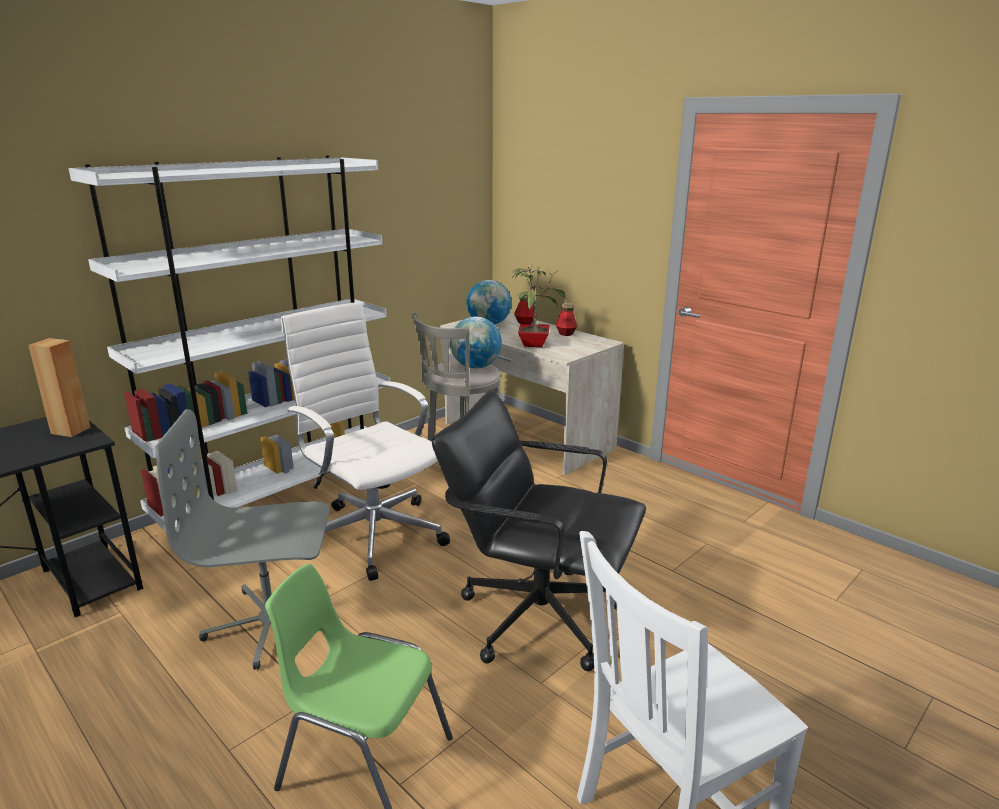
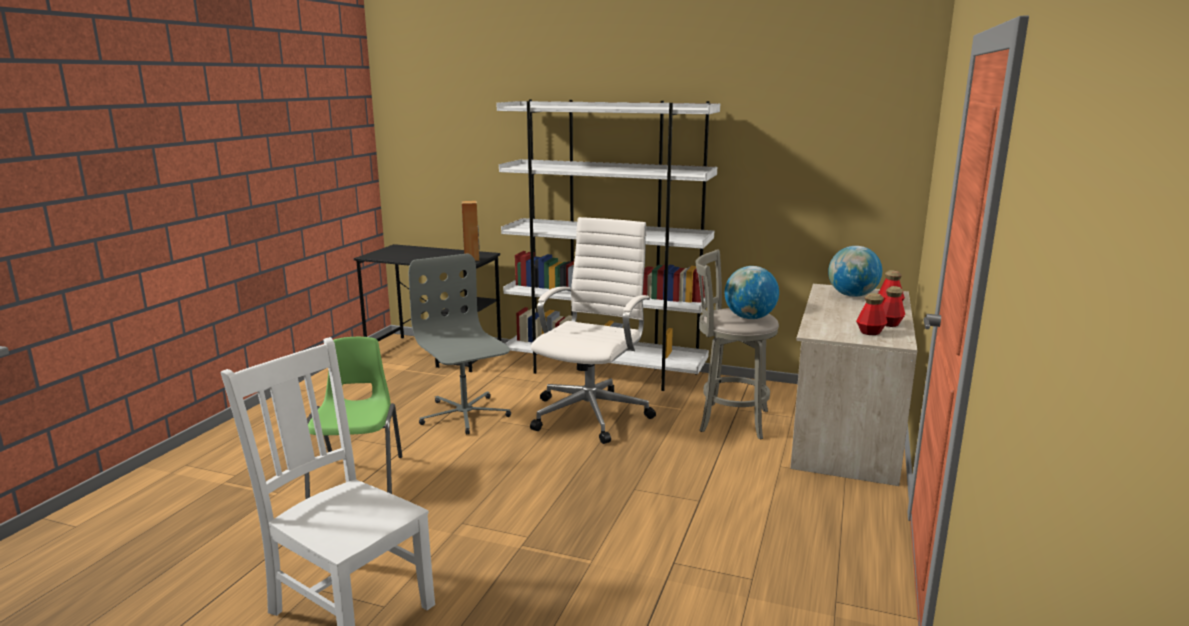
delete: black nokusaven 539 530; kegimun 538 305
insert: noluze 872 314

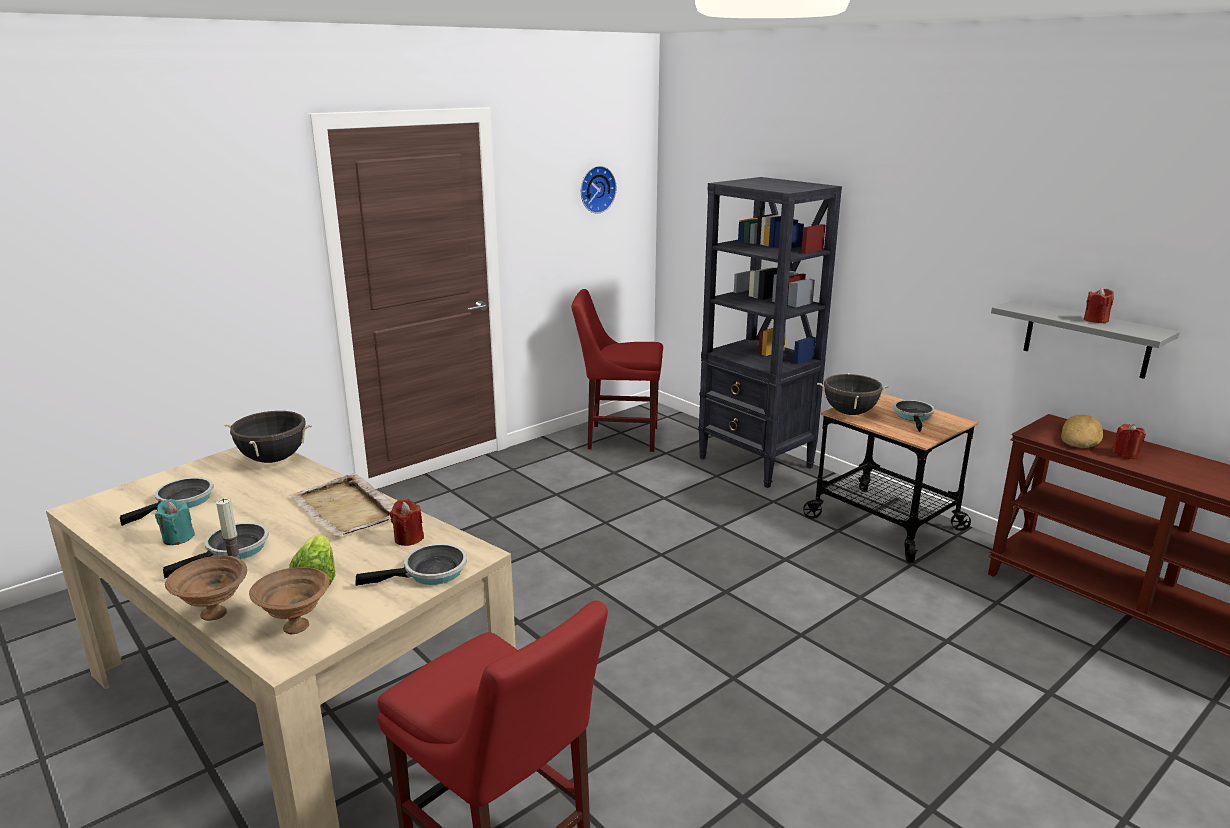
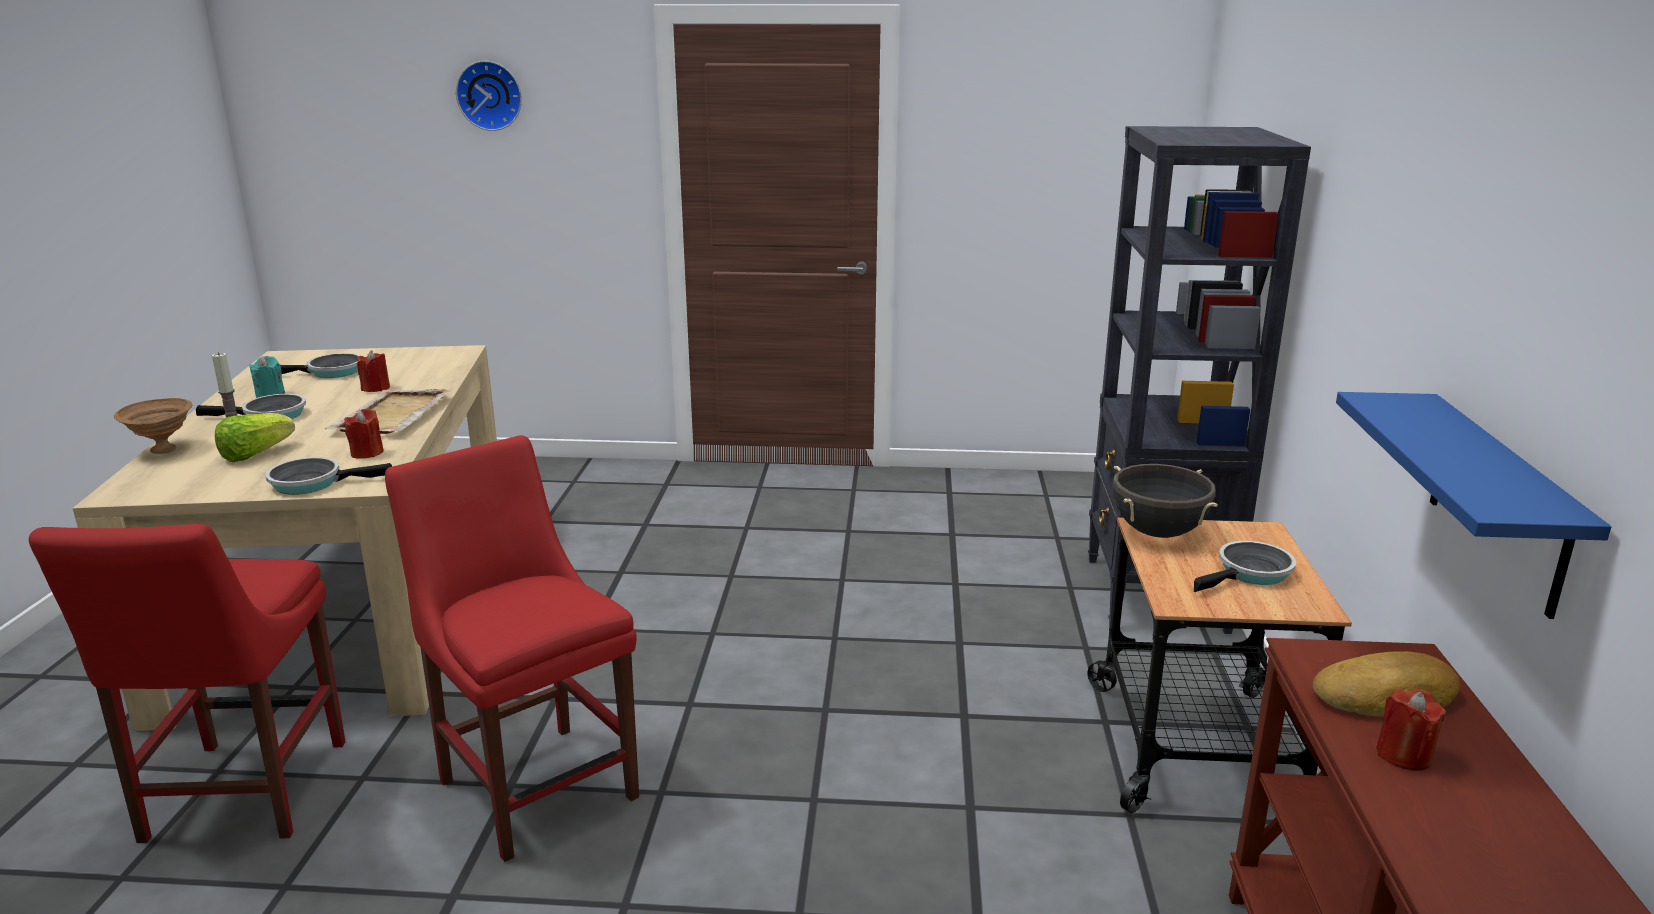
delete: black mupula 268 436; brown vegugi 289 600
move: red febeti 617 370 to 512 648; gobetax 598 189 to 489 96; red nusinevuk 1099 305 to 373 371
recolor: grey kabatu 1085 339 to blue kabatu 1473 505
rotate: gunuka 411 564 = 328 476 150 degrees clockwise

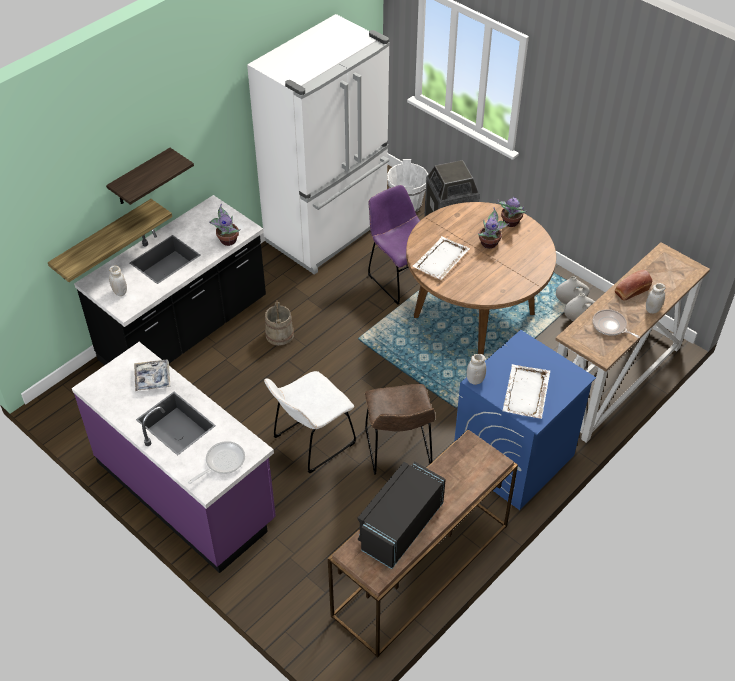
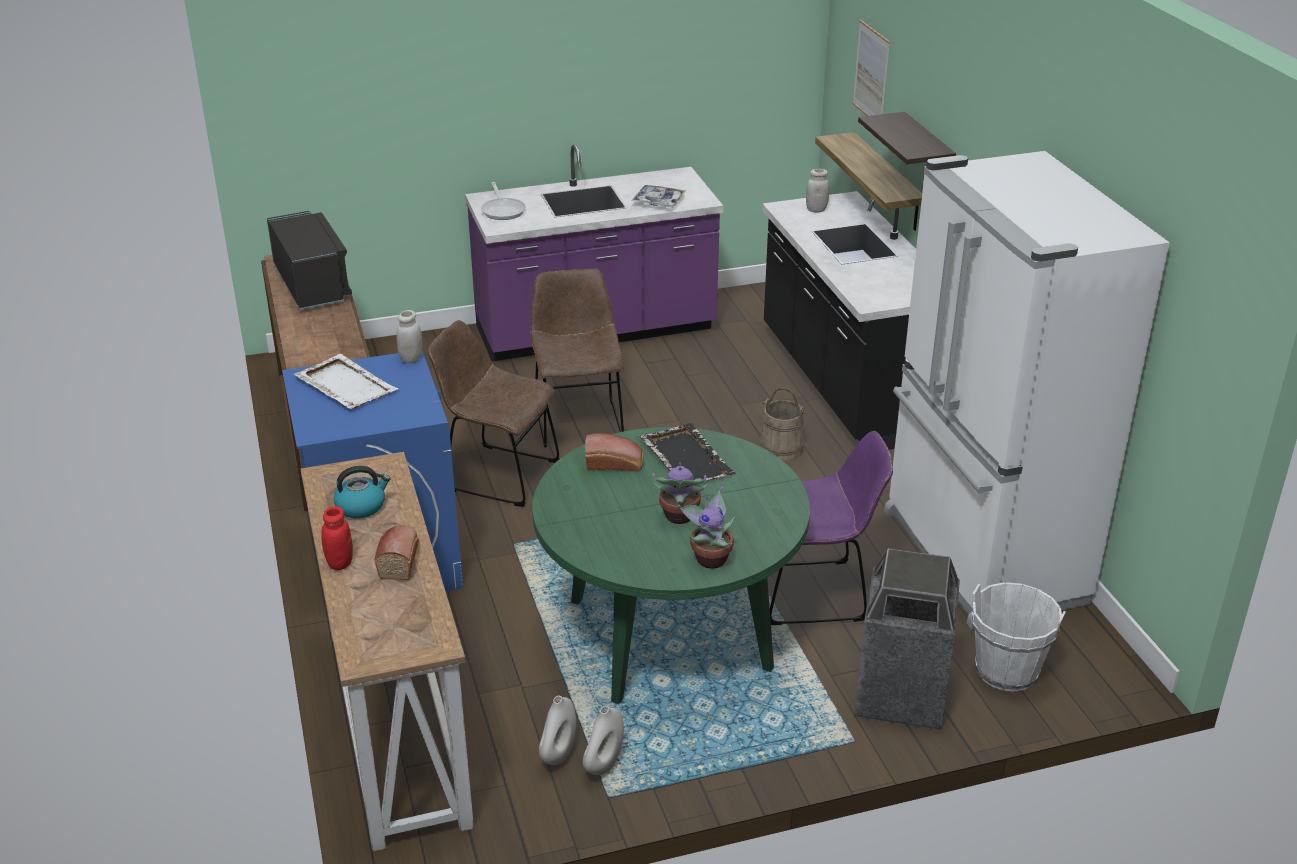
delete: kegimun 225 225
insert: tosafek 614 452; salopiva 871 68
replace: gunuka 616 323 to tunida 362 492
recolor: white febeti 310 422 to brown febeti 577 357; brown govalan 481 278 to green govalan 671 565; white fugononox 441 258 to black fugononox 687 452; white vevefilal 655 298 to red vevefilal 337 538

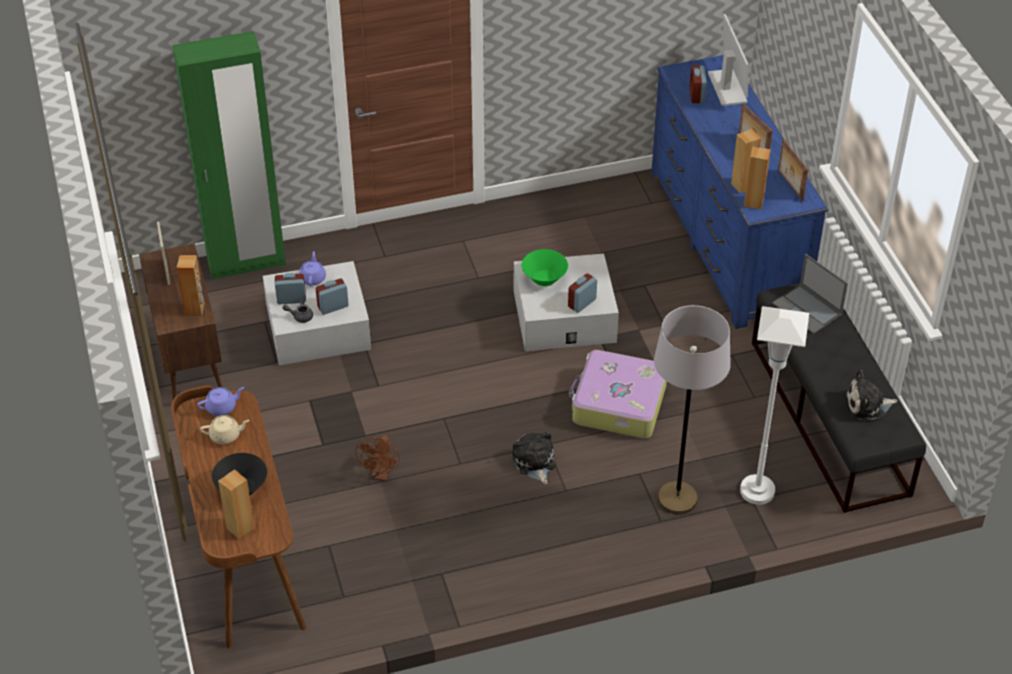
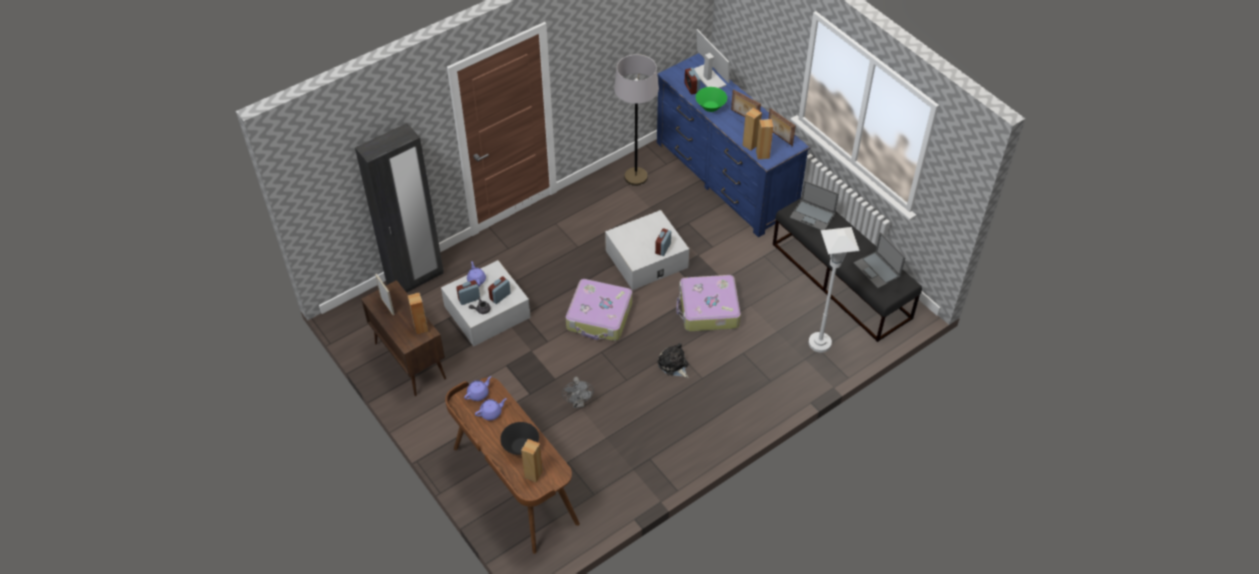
insert: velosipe 599 310
move: green vegugi 545 267 to 711 99; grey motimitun 692 410 to 636 120
replace: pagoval 871 395 to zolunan 880 260
recolor: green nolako 229 155 to black nolako 399 208; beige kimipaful 225 429 to purple kimipaful 491 409; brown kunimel 377 458 to grey kunimel 578 392

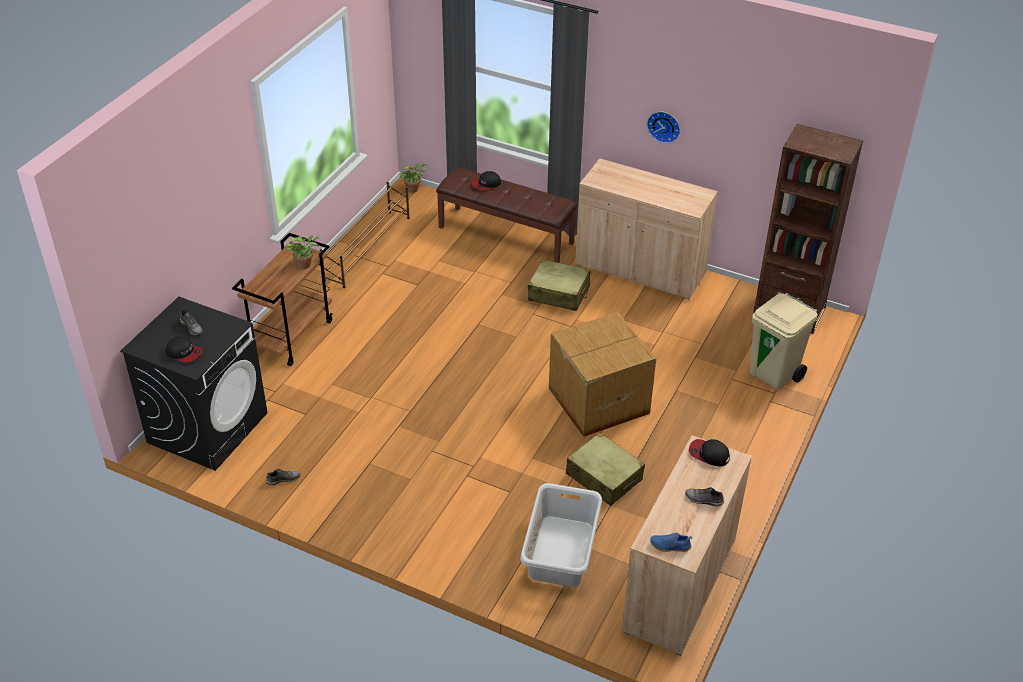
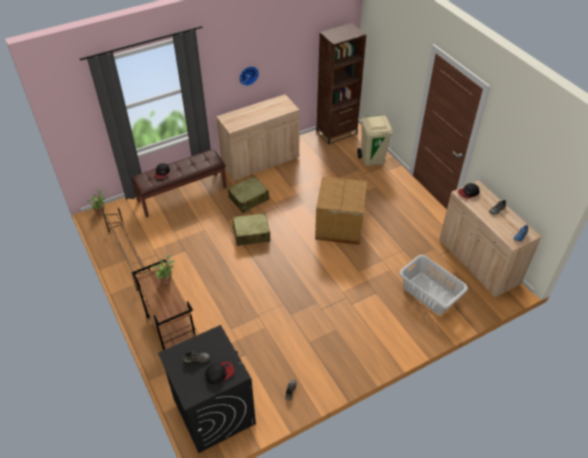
move: beige velosipe 605 469 to 250 229

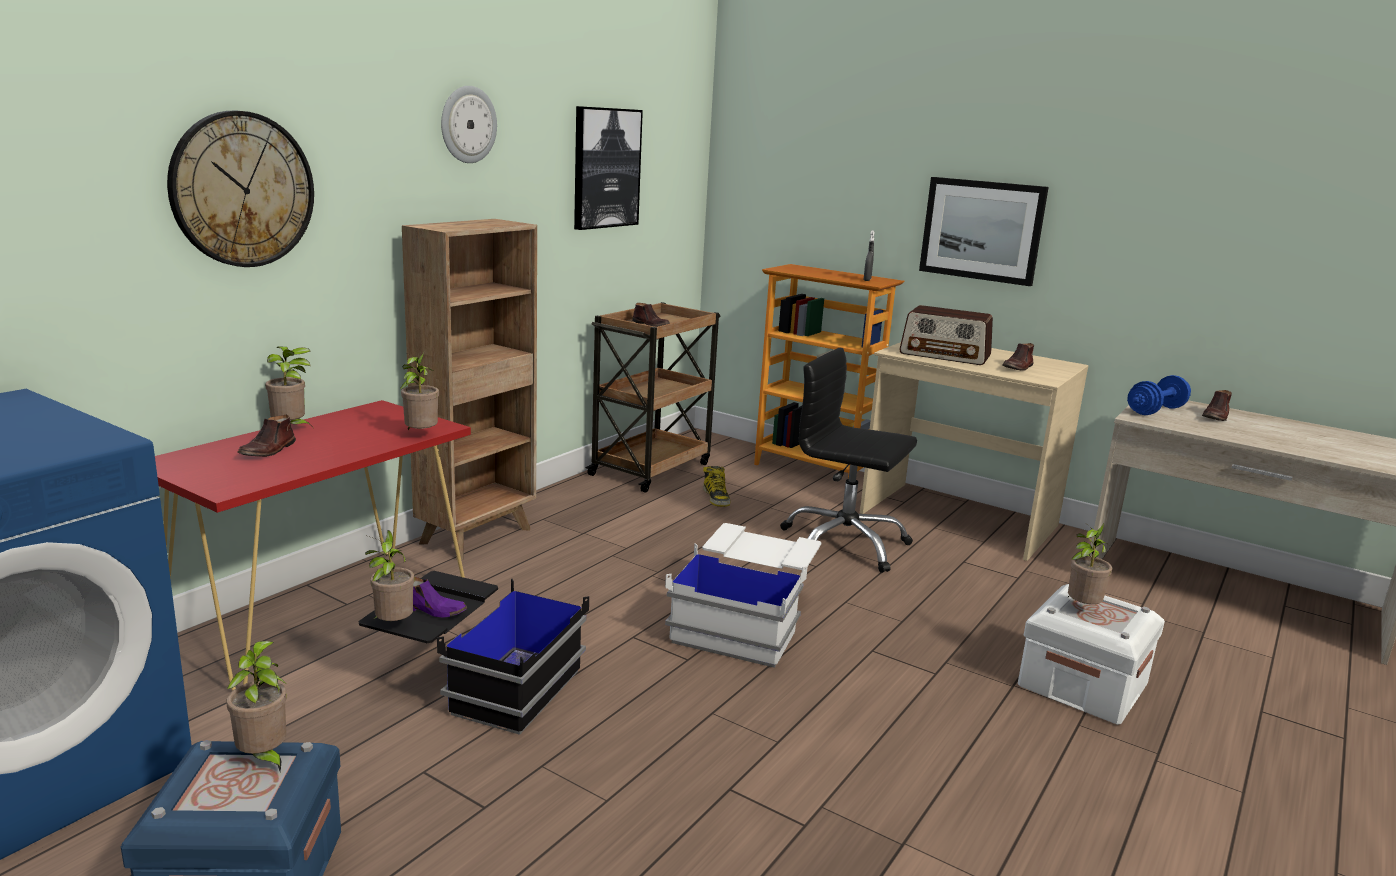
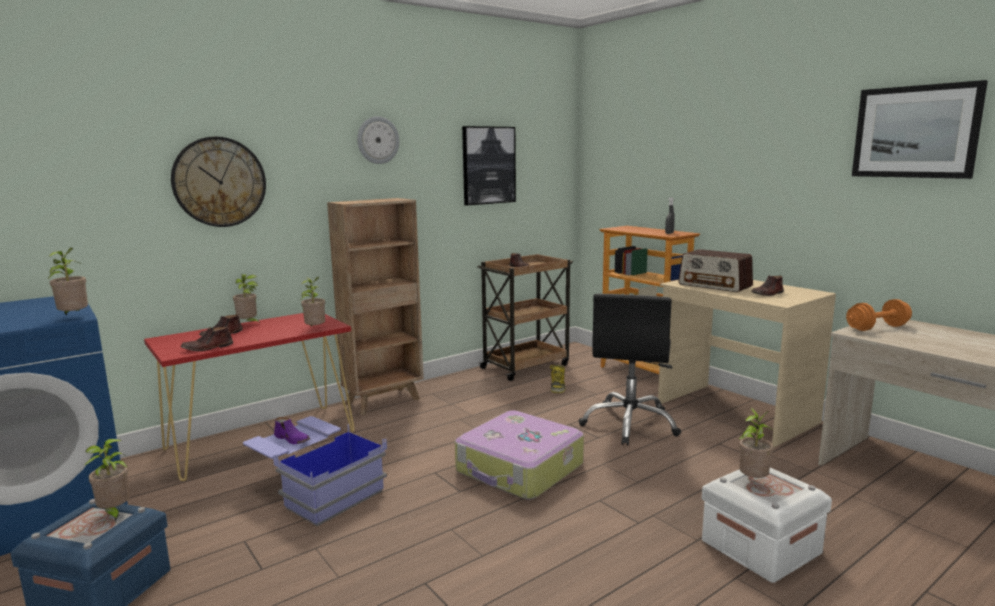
move: kegimun 389 575 to 68 281; salopiva 984 231 to 920 129; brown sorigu 1217 405 to 207 339
replace: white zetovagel 743 595 to velosipe 519 455
recolor: black zetovagel 474 653 to blue zetovagel 315 471; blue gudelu 1159 395 to orange gudelu 879 315
rotate: black nokusaven 849 460 = 630 369 120 degrees counterclockwise

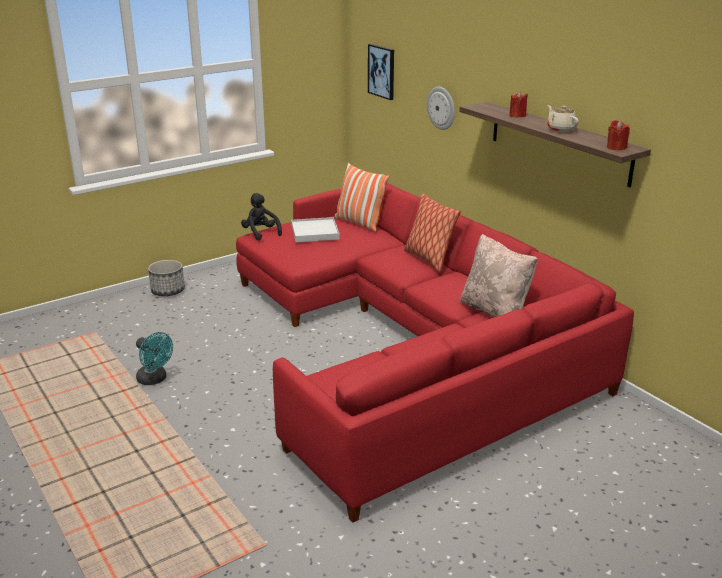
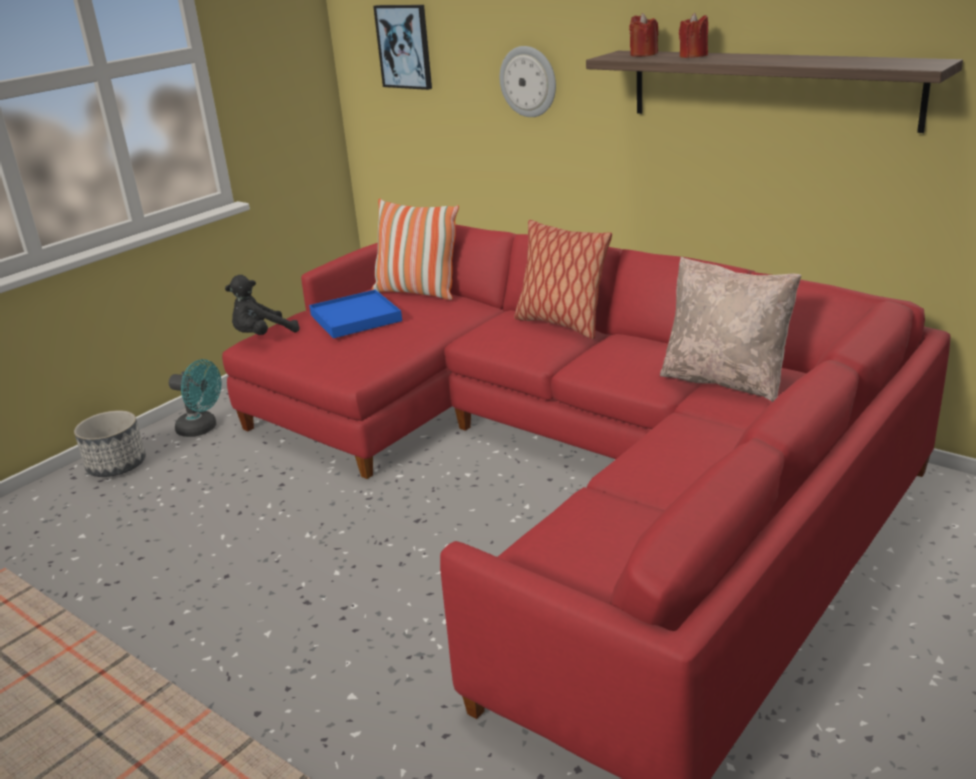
delete: beige kimipaful 563 118
move: turquoise kunimel 154 358 to 195 398; red nusinevuk 618 135 to 643 35
recolor: white fugononox 315 229 to blue fugononox 355 314
rotate: black pagoval 261 216 = 262 305 75 degrees counterclockwise

